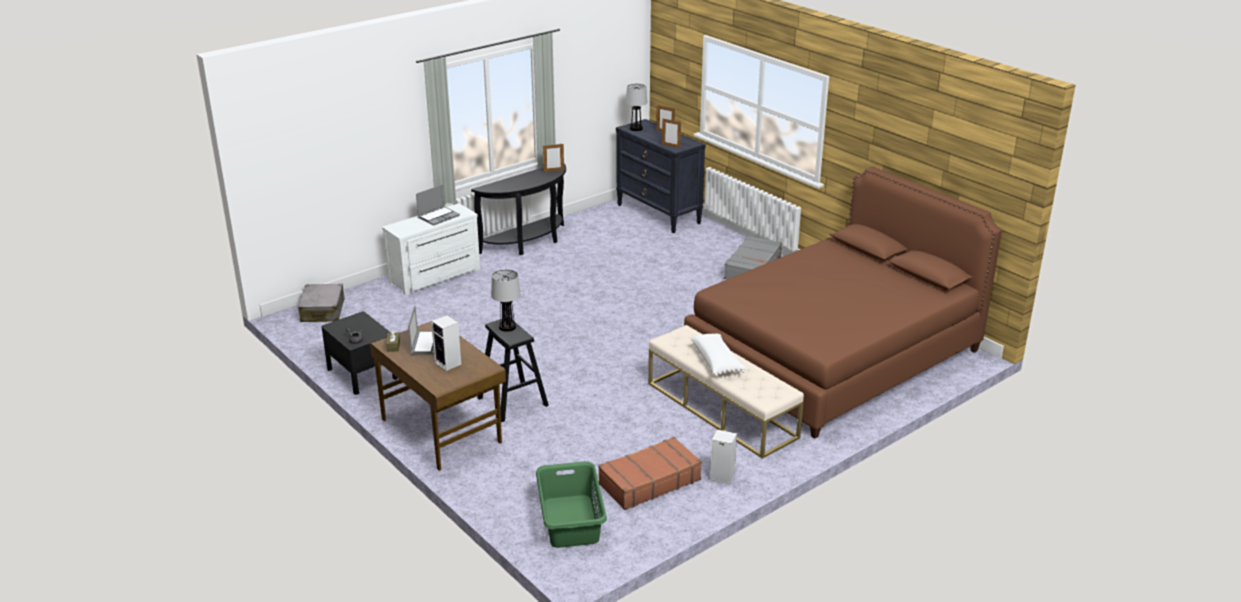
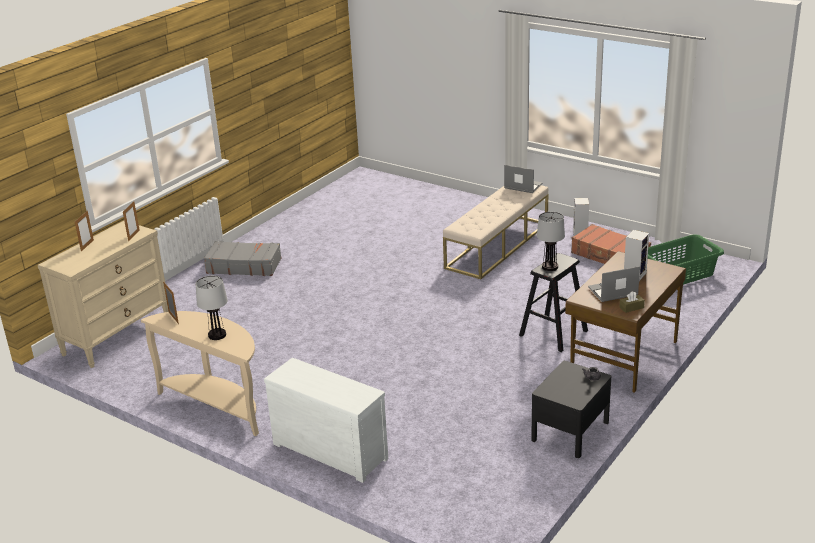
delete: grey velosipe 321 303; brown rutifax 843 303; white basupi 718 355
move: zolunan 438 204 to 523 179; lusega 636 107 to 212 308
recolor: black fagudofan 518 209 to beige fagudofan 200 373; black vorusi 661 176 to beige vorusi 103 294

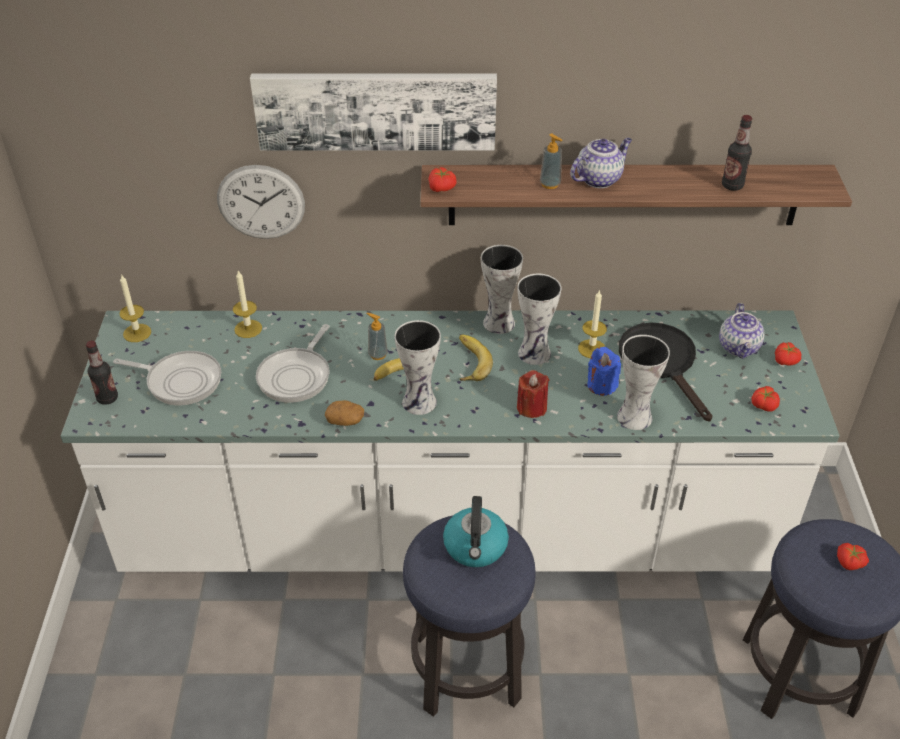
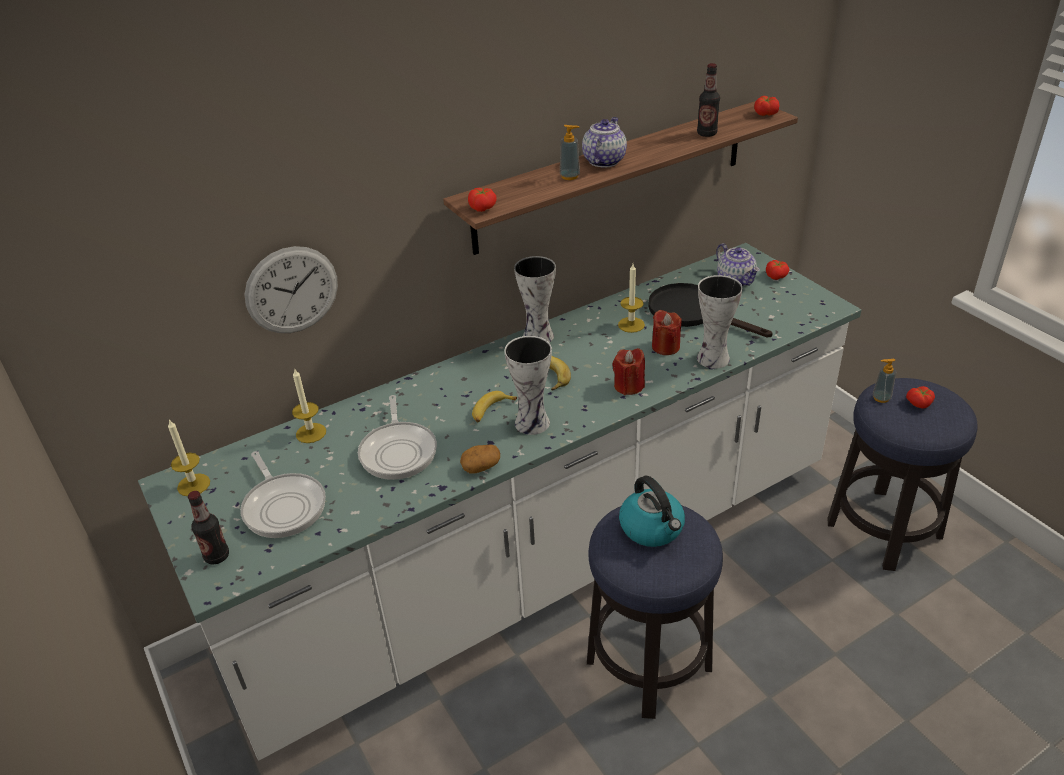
delete: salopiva 373 112; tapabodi 539 319
move: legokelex 377 336 to 884 381; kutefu 765 399 to 766 106
recolor: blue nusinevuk 604 371 to red nusinevuk 667 332
rotate: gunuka 167 378 = 283 494 75 degrees clockwise

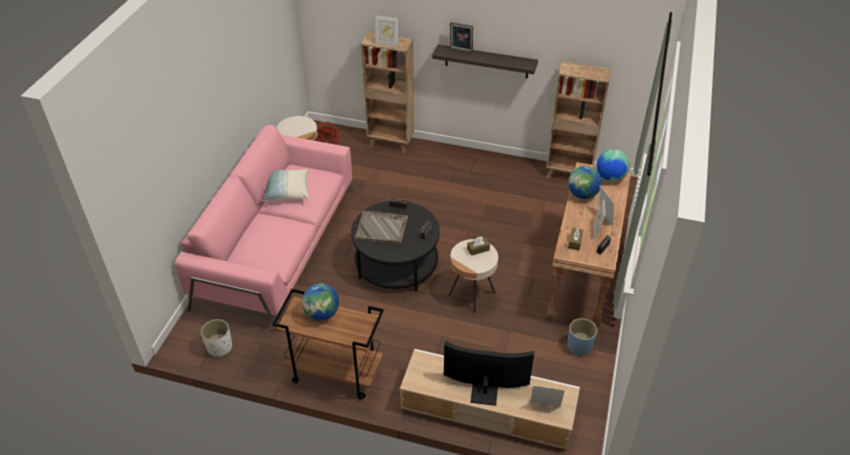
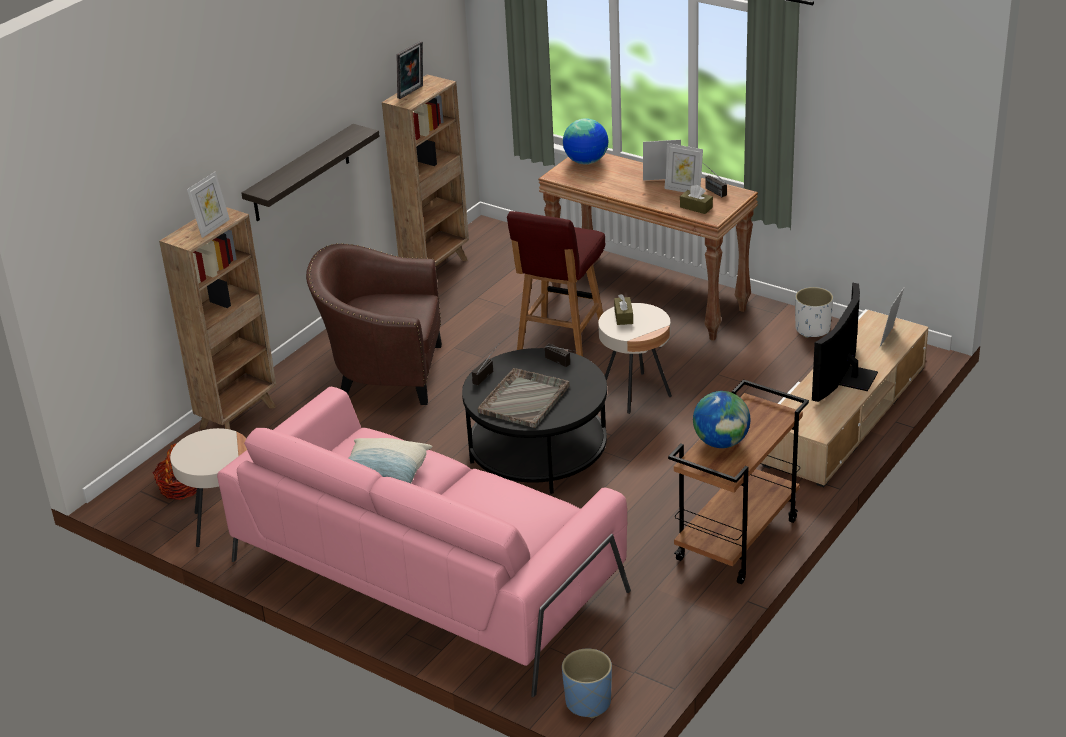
delete: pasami 585 182
insert: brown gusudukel 374 324; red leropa 556 284
move: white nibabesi 216 338 to 814 312; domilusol 461 37 to 409 70; blue nibabesi 582 337 to 587 683

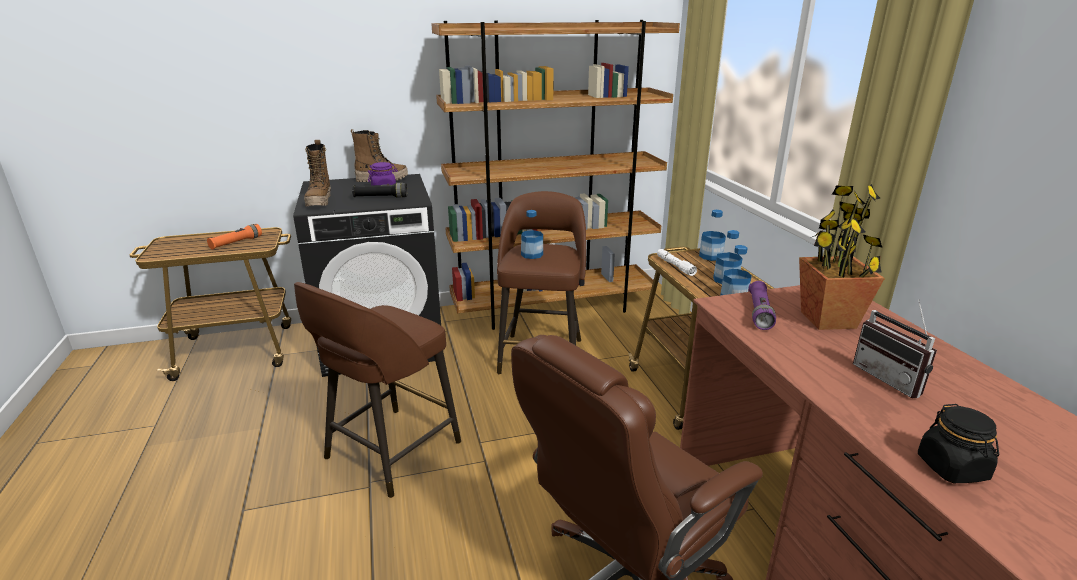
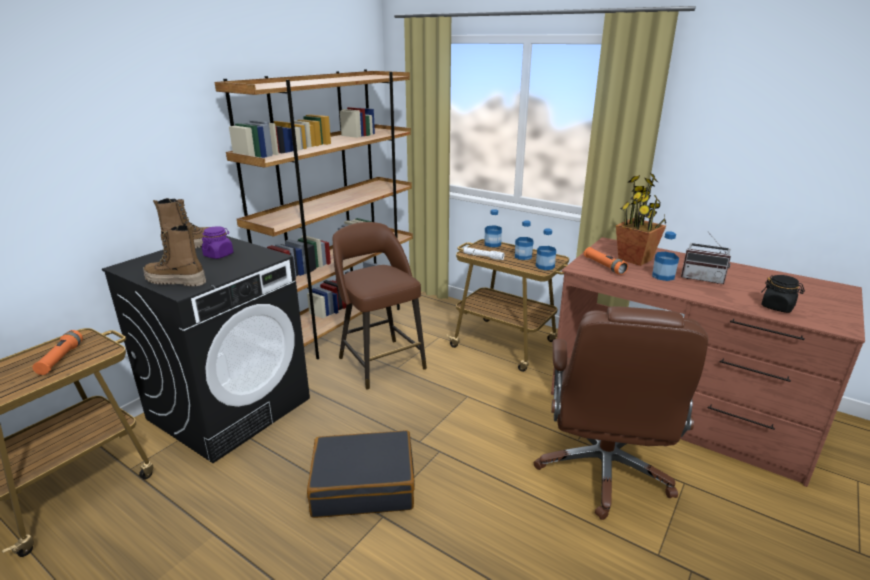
delete: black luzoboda 379 190
move: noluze 532 234 to 665 256
replace: brown leropa 377 390 to black velosipe 360 474
recolor: purple luzoboda 762 305 to orange luzoboda 605 261
rotate: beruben 317 173 = 174 255 150 degrees clockwise

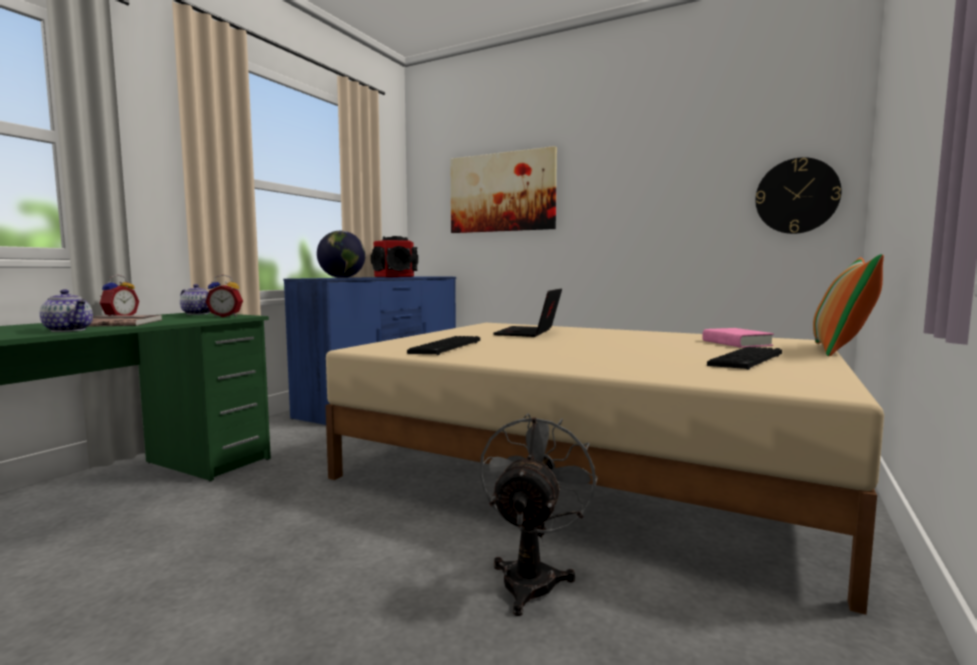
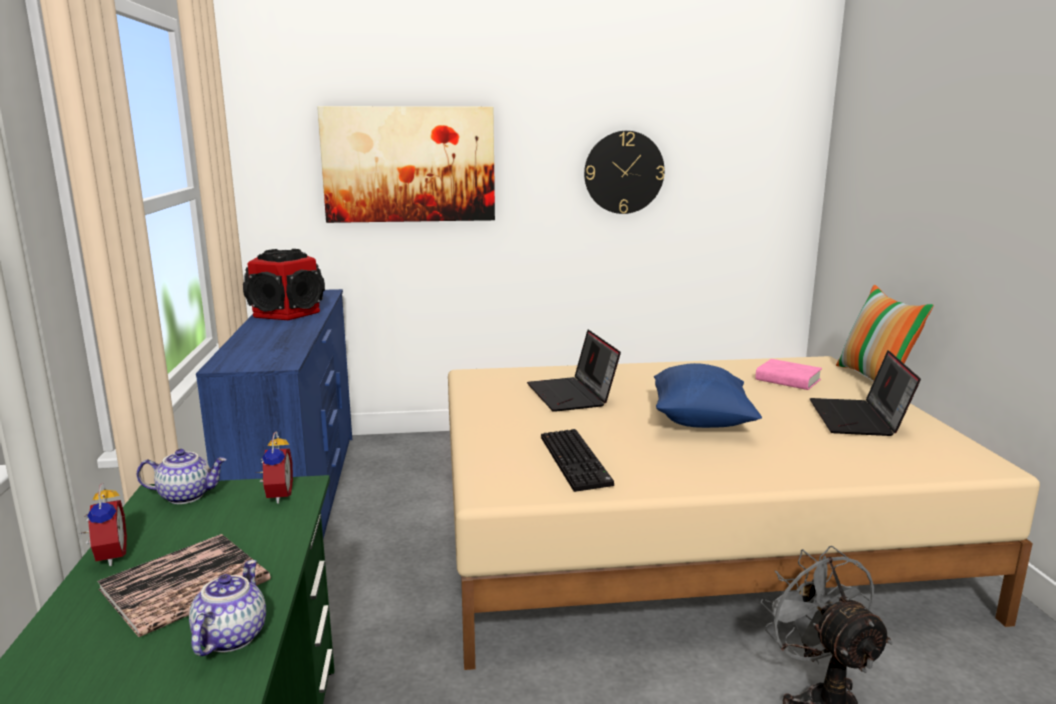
delete: pasami 341 254
insert: blue basupi 708 395
move: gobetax 798 195 to 624 172
replace: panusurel 744 358 to zolunan 865 393
rotate: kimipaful 66 310 = 227 608 75 degrees counterclockwise; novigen 224 296 = 274 467 60 degrees counterclockwise

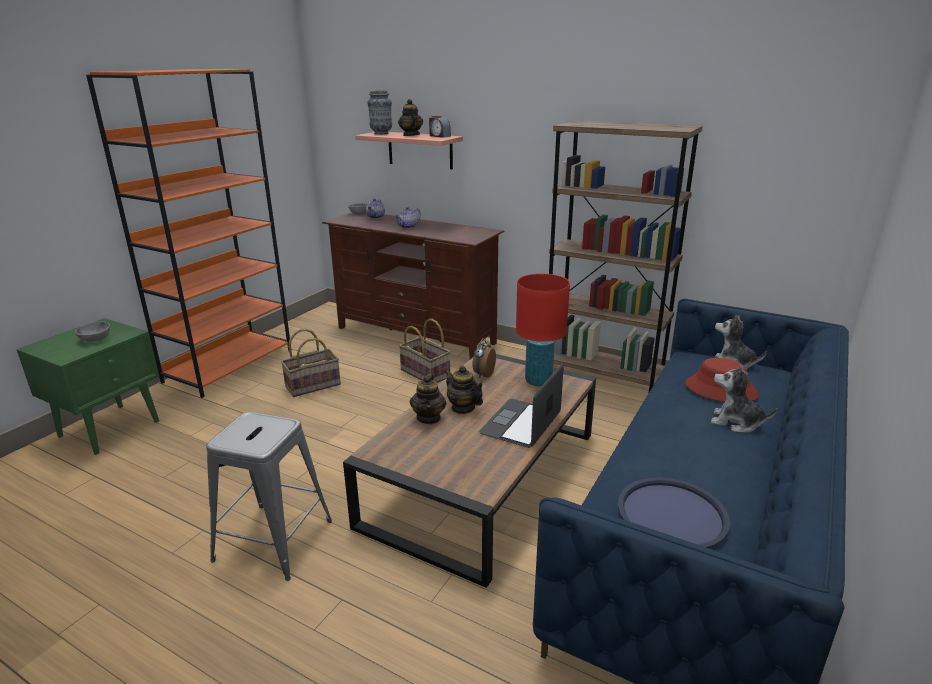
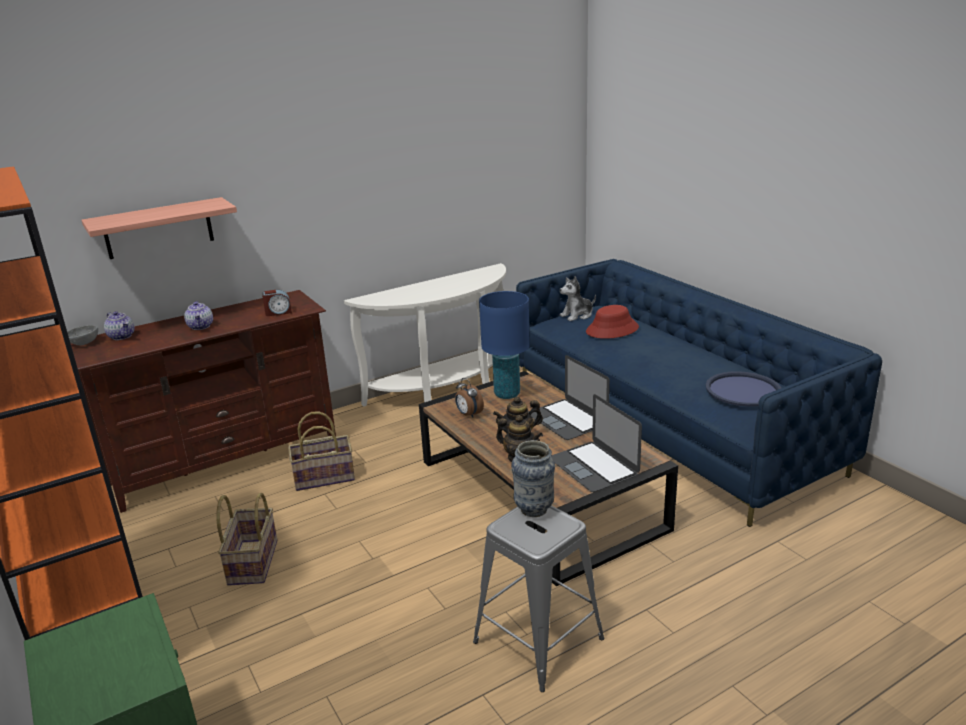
delete: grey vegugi 92 331; kimipaful 410 117; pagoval 744 398
insert: zolunan 596 443
move: tapabodi 379 112 to 533 478; novigen 440 127 to 277 303
replace: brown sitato 626 257 to white fagudofan 425 334
recolor: red lusega 543 330 to blue lusega 504 345

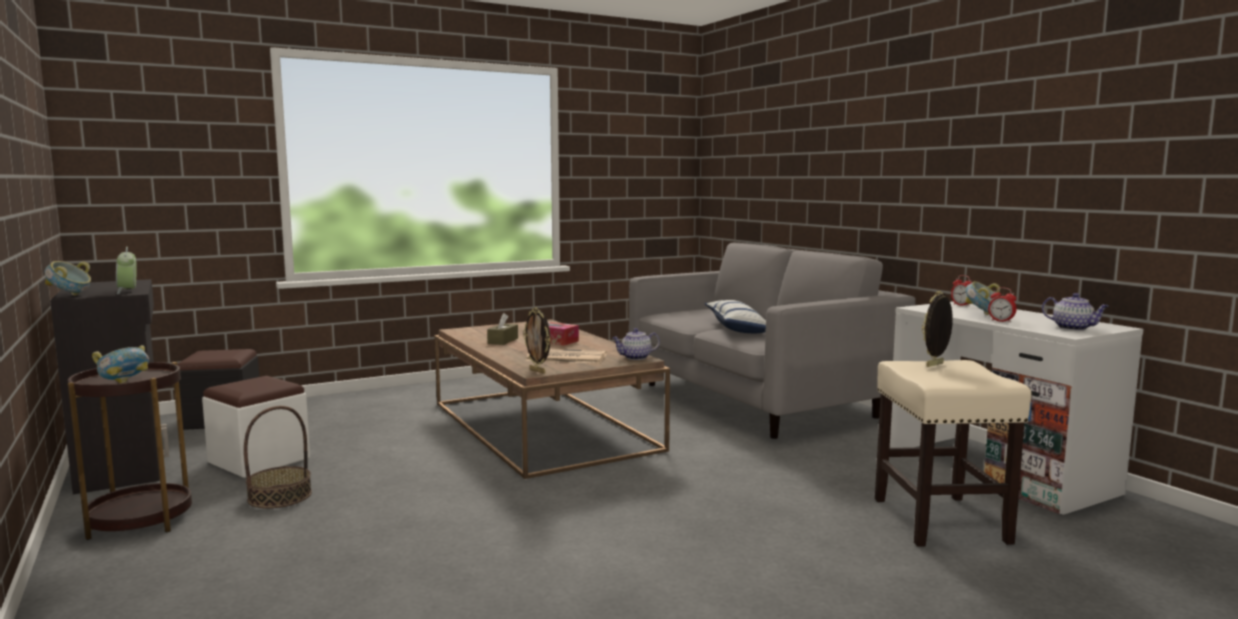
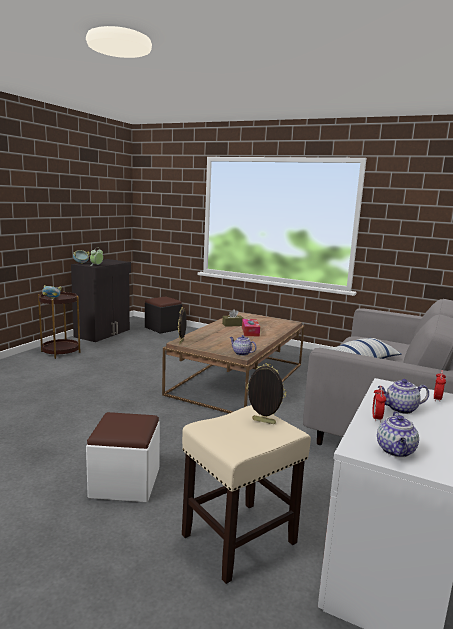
delete: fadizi 278 457; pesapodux 566 356
move: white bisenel 256 427 to 123 457
replace: vegugi 982 298 to kimipaful 403 396

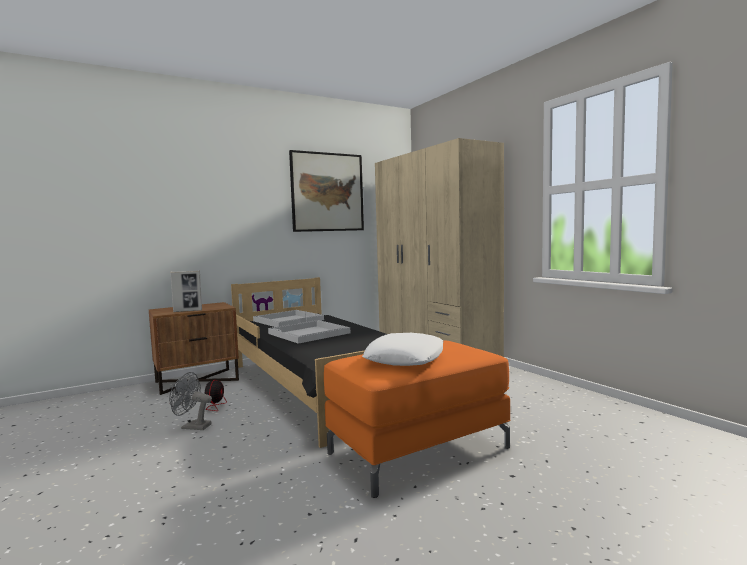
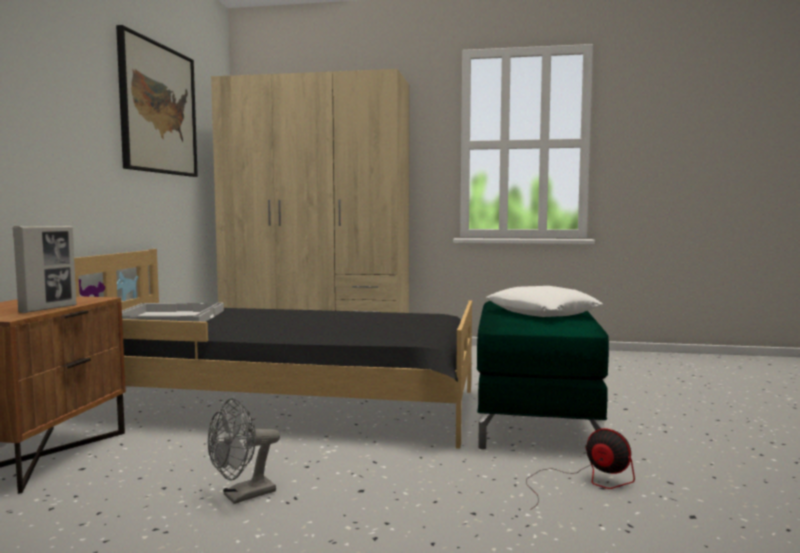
delete: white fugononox 309 332
move: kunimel 205 395 to 580 469
recolor: orange bisenel 417 419 to green bisenel 543 375

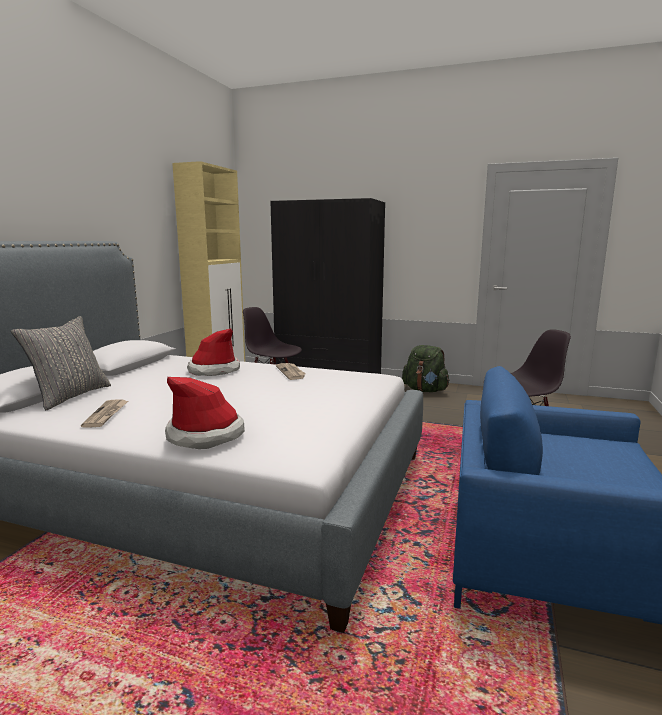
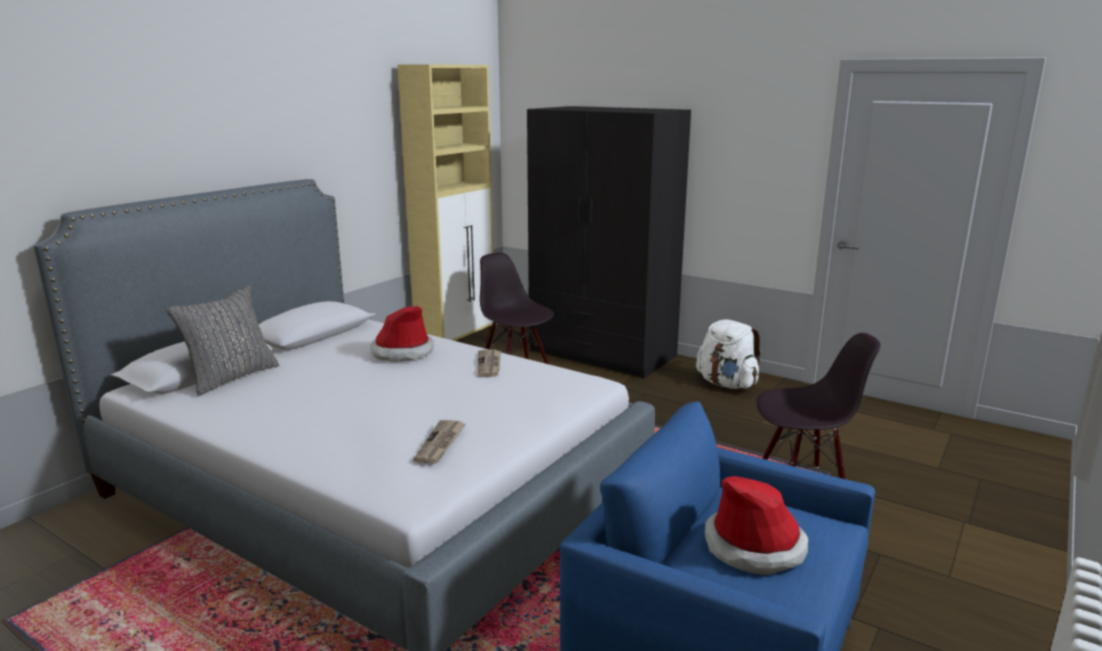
move: pesapodux 104 414 to 439 442; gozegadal 205 413 to 756 525
recolor: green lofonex 425 368 to white lofonex 729 354

